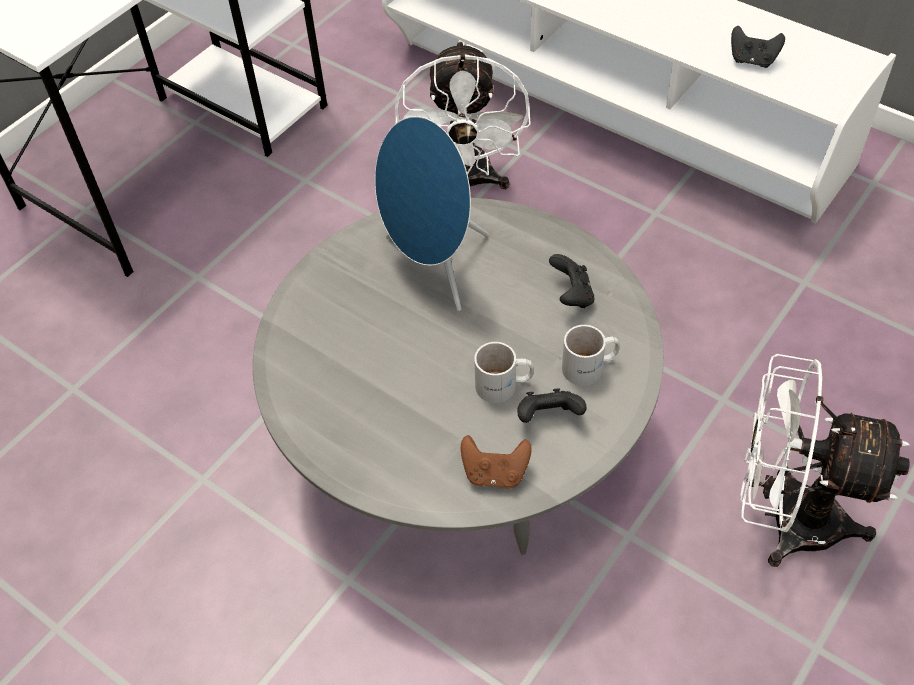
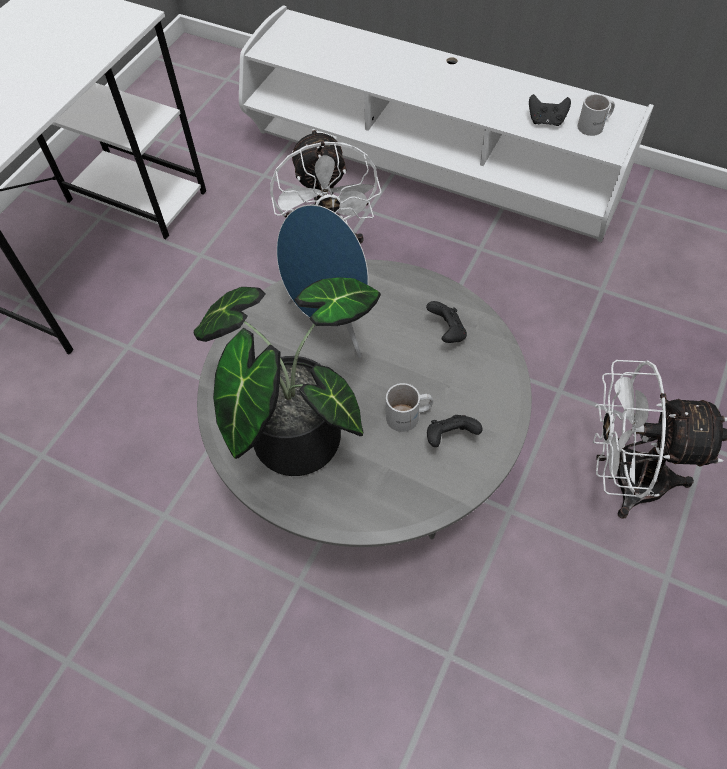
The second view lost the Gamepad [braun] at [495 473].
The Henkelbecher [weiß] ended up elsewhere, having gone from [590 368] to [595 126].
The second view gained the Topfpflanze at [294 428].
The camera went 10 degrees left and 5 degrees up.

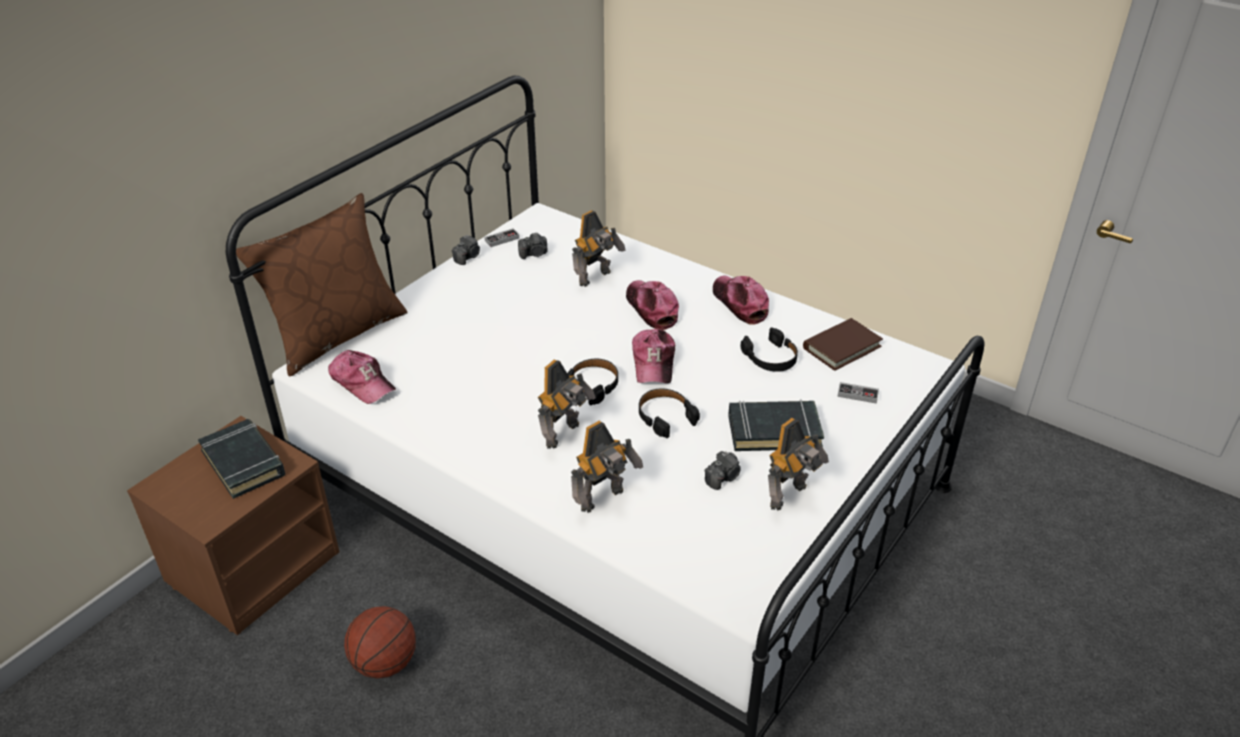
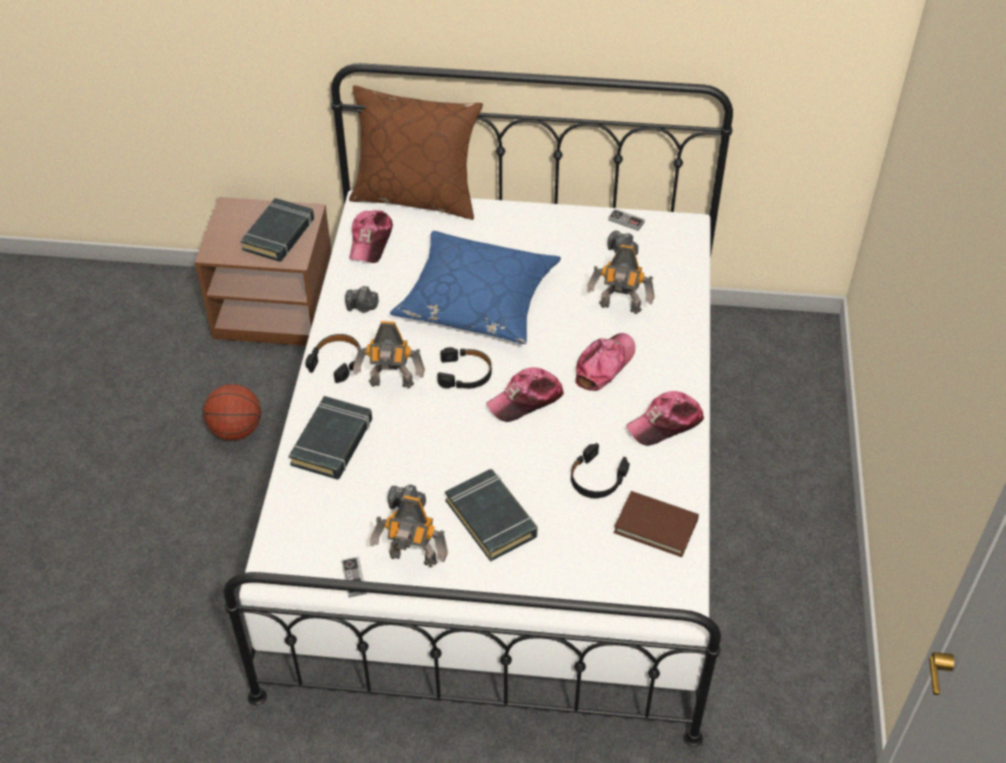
The Kamera ended up elsewhere, having gone from [468 257] to [362 307].
Where the Spielzeugroboter stood at [604 500], the Buch [schwarz] came to stand at [332 442].
The Kopfhörer [schwarz] ended up elsewhere, having gone from [665 417] to [336 361].
The Kappe at [740 303] ended up facing another way, 150 degrees counterclockwise from before.
The Gamepad ended up elsewhere, having gone from [857 394] to [354 578].
The second view gained the Kissen [blau] at [477 300].
The camera went 60 degrees right and 10 degrees up.

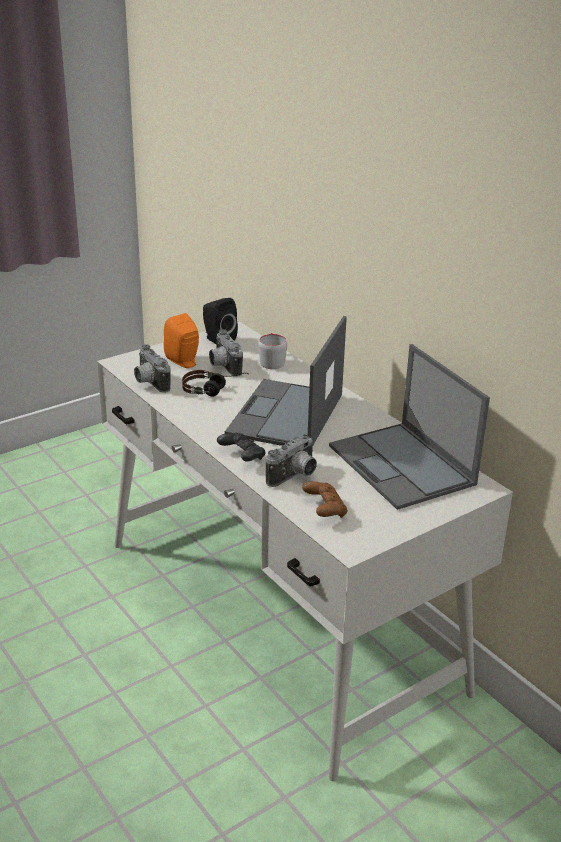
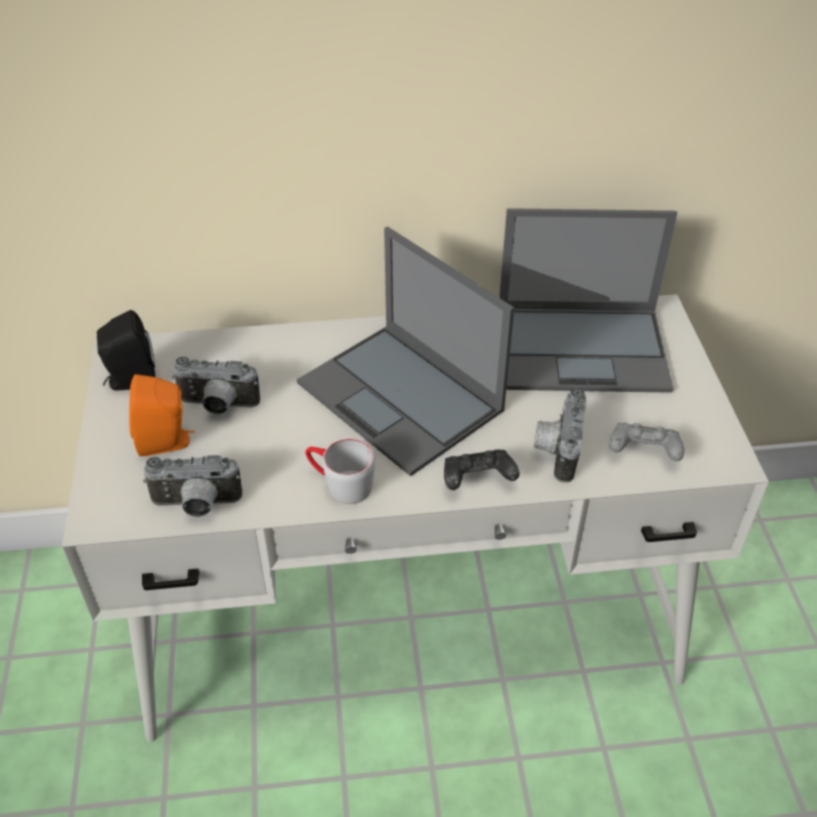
The second view lost the Kopfhörer at [214 390].
The Henkelbecher [grau] ended up elsewhere, having gone from [271 360] to [340 484].
The Kamera at [295 477] ended up facing another way, 150 degrees counterclockwise from before.
What was the Gamepad [braun] at [324 510] turned into the Gamepad [grau] at [643 452].
The camera went 60 degrees left and 15 degrees up.

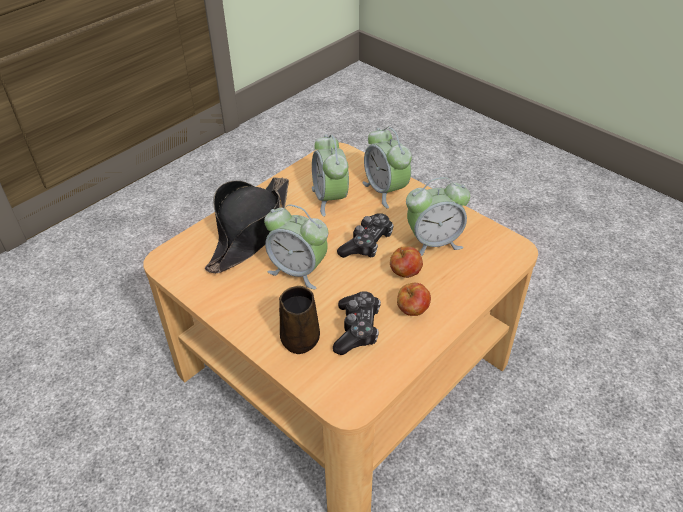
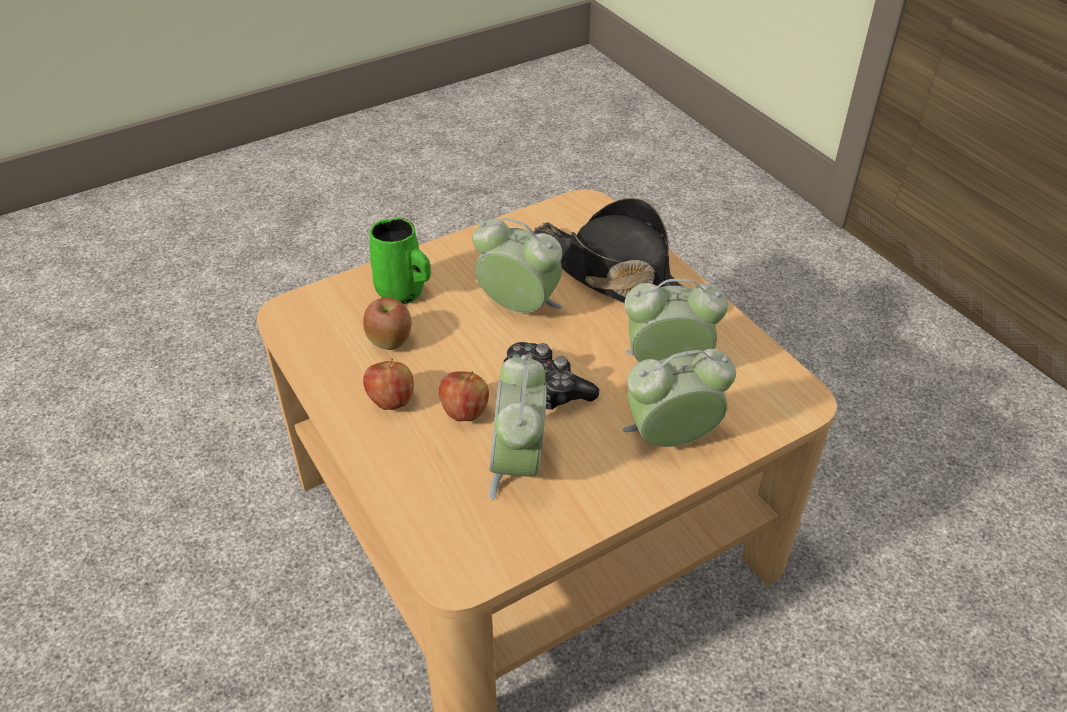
The Wecker at [298 271] ended up facing another way, 75 degrees clockwise from before.
What was the Henkelbecher [braun] at [301 338] turned into the Henkelbecher [grün] at [403 293].
Where the Gamepad stood at [357 329], the Apfel came to stand at [390 341].
The camera went 105 degrees right and 0 degrees up.

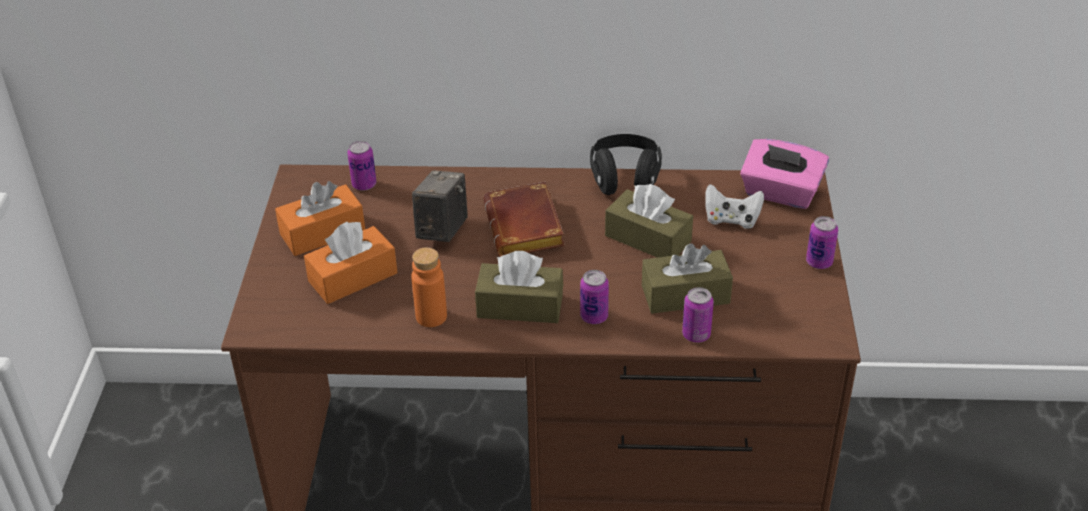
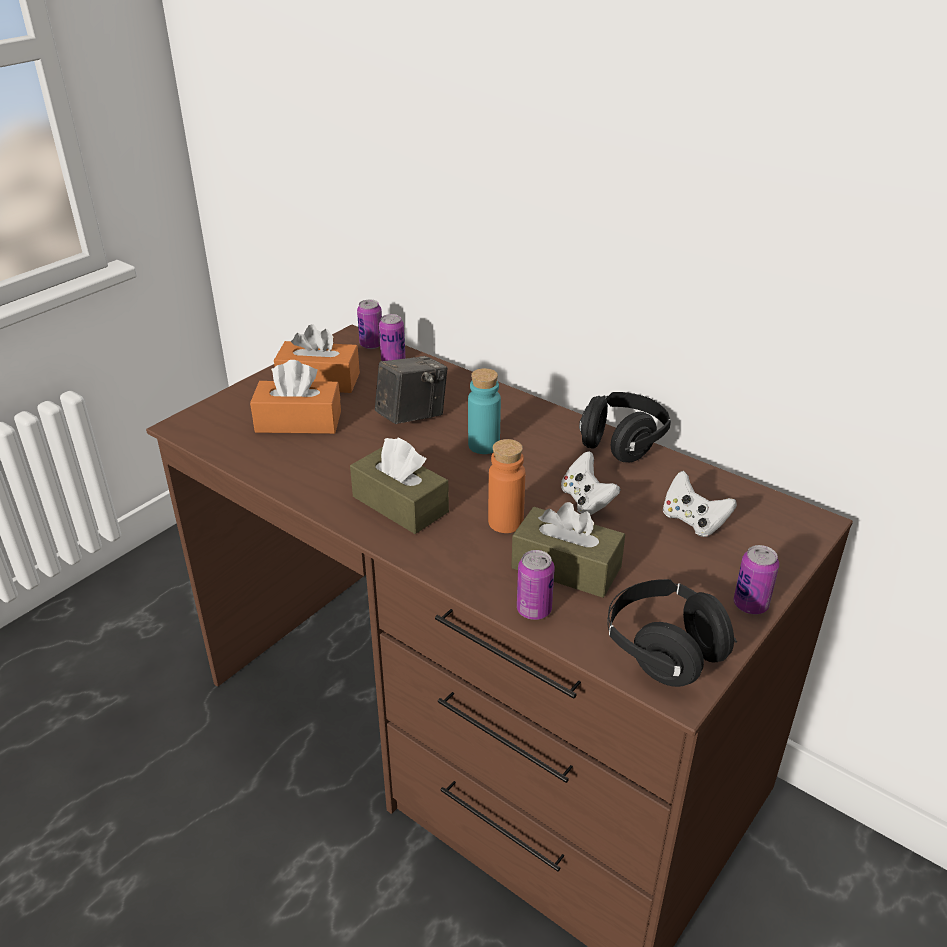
The Flasche [orange] ended up elsewhere, having gone from [431 316] to [505 522].
Where the Buch [braun] stood at [527 228], the Flasche [türkis] came to stand at [484 445].
The Dose ended up elsewhere, having gone from [594 317] to [371 345].
Where the Taschentuchbox [braun] stood at [648 238], the Gamepad [weiß] came to stand at [586 501].
The second view lost the Taschentuchbox [rosa] at [780 193].
The second view gained the Kopfhörer [schwarz] at [663 650].
The camera went 35 degrees right and 5 degrees down.

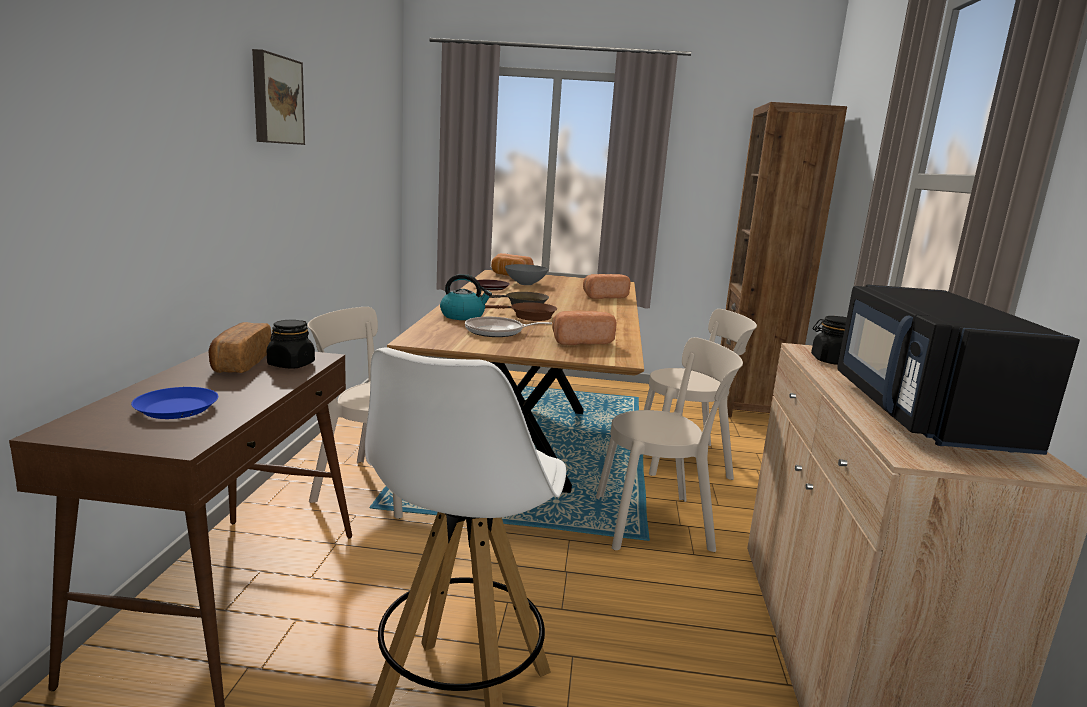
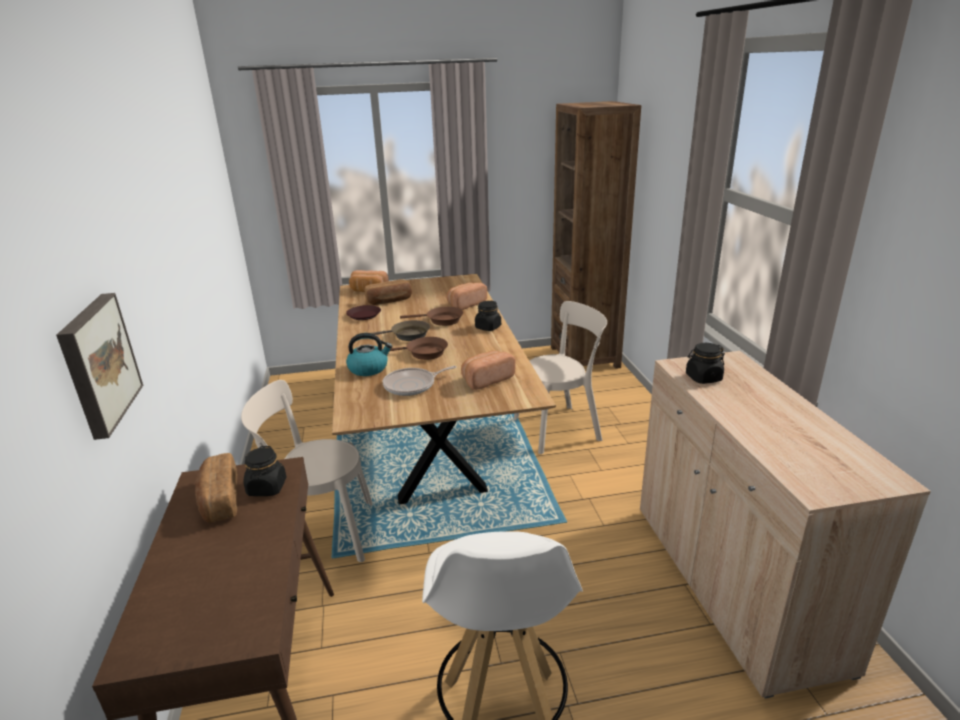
The second view lost the Teller [blau] at [177 409].
The Bild ended up elsewhere, having gone from [275 100] to [97 363].
Where the Schüssel [grau] stood at [525 284], the Brot came to stand at [389 301].
The second view lost the Stuhl [beige] at [659 523].
The second view lost the Mikrowelle [schwarz] at [920 413].
The second view gained the Pfanne [braun] at [441 320].
The second view gained the Vorratsglas [schwarz] at [488 327].
The camera went 15 degrees left and 10 degrees up.

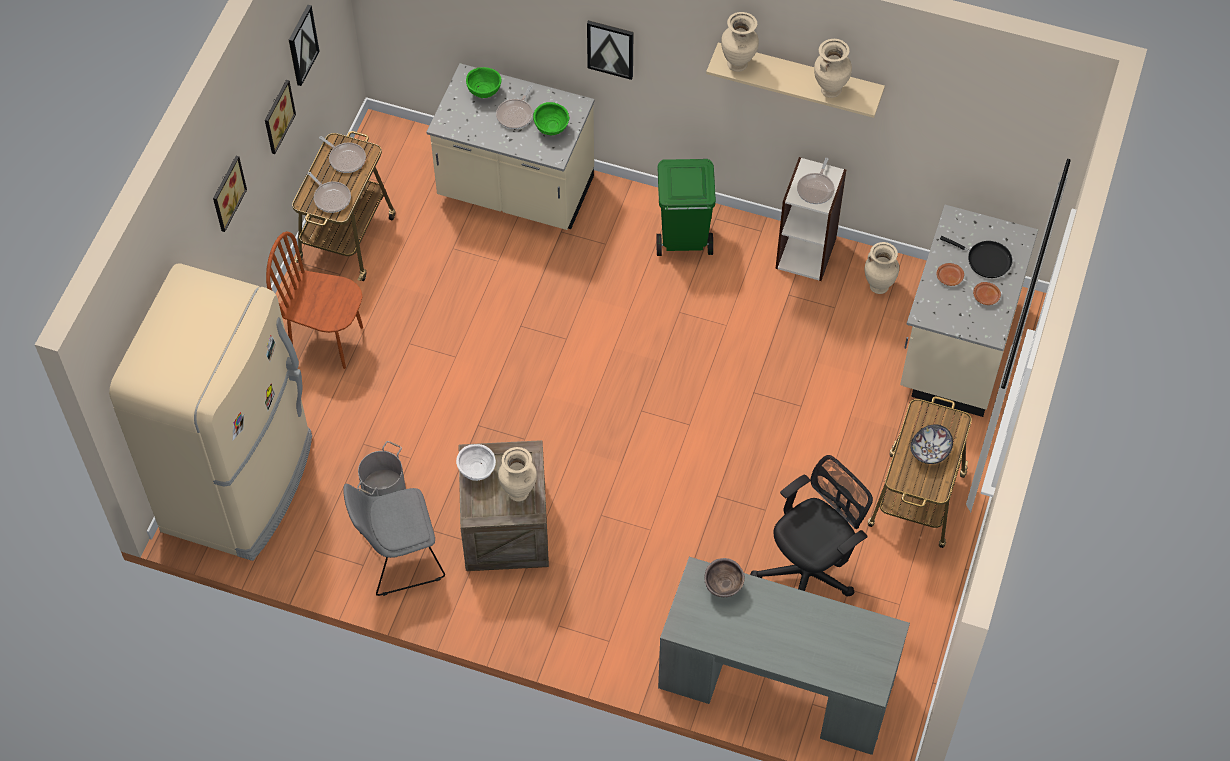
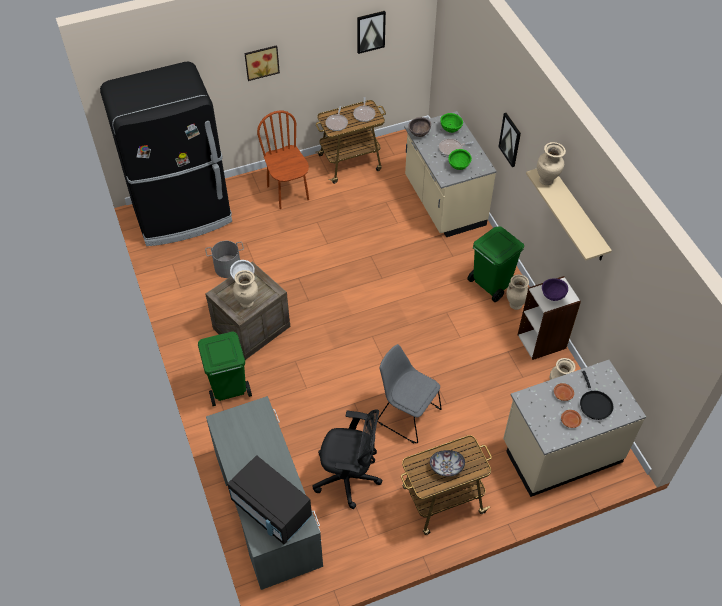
What was the Kühlschrank [beige] at [240 483] turned into the Kühlschrank [schwarz] at [183 215].
The second view lost the Bild at [276 116].
The Stuhl [grau] ended up elsewhere, having gone from [398 557] to [407 414].
The Schüssel [braun] ended up elsewhere, having gone from [723 587] to [419 134].
Where the Pfanne stood at [816 189], the Schüssel [lila] came to stand at [552 296].
The Vase [beige] ended up elsewhere, having gone from [830 90] to [515 304].
The second view gained the Mülleimer [grün] at [228 390].
The second view gained the Mikrowelle [schwarz] at [271 509].
The camera went 50 degrees right and 5 degrees down.

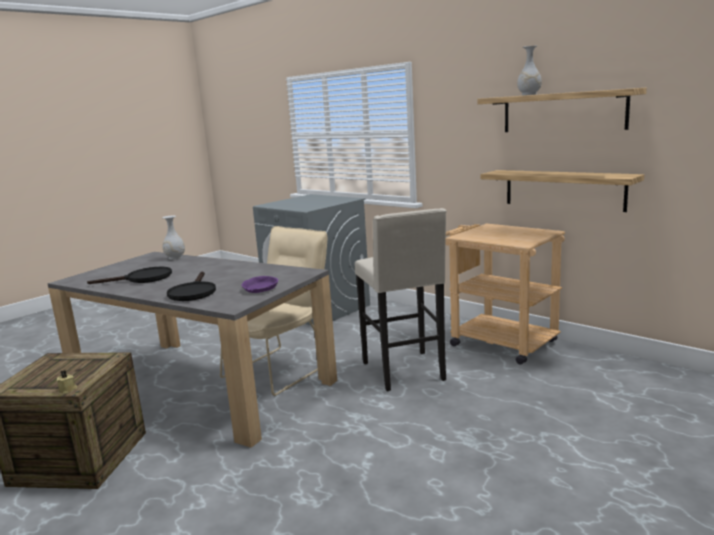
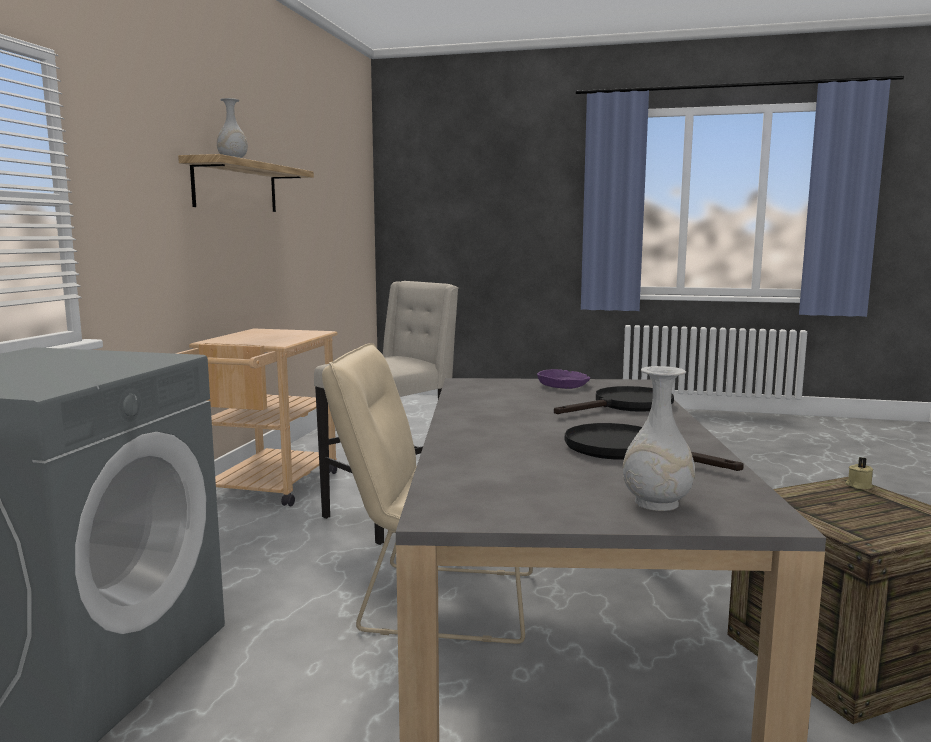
The Vase [weiß] ended up elsewhere, having gone from [175 257] to [656 503].
The second view lost the Wandregal at [563 189].
The camera went 120 degrees left and 5 degrees down.

